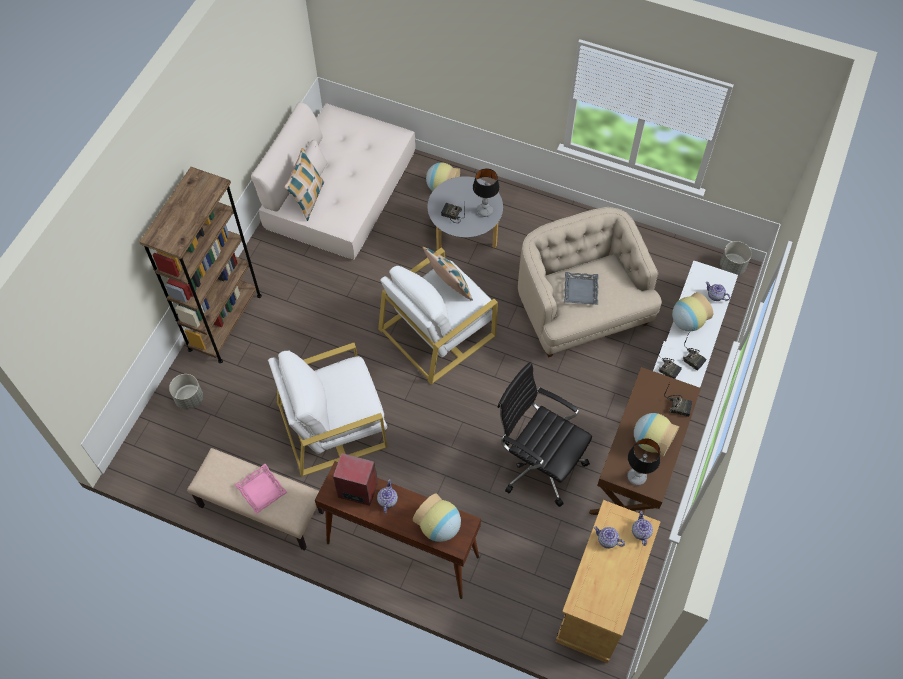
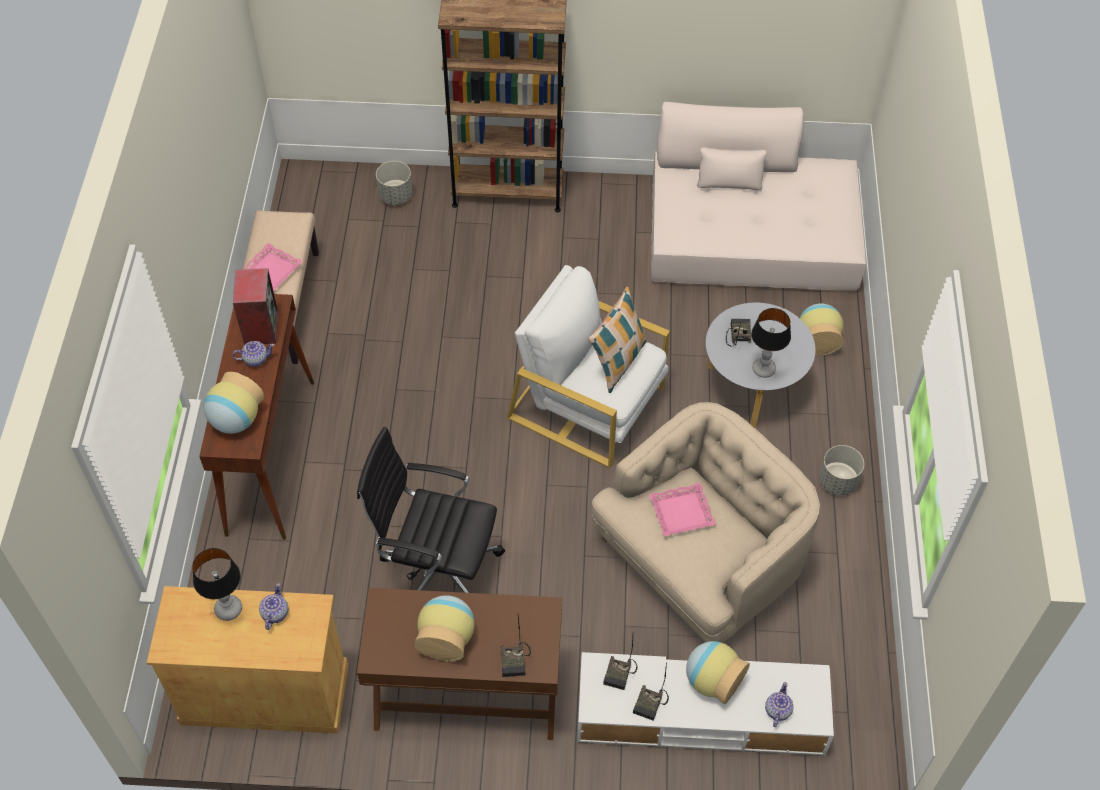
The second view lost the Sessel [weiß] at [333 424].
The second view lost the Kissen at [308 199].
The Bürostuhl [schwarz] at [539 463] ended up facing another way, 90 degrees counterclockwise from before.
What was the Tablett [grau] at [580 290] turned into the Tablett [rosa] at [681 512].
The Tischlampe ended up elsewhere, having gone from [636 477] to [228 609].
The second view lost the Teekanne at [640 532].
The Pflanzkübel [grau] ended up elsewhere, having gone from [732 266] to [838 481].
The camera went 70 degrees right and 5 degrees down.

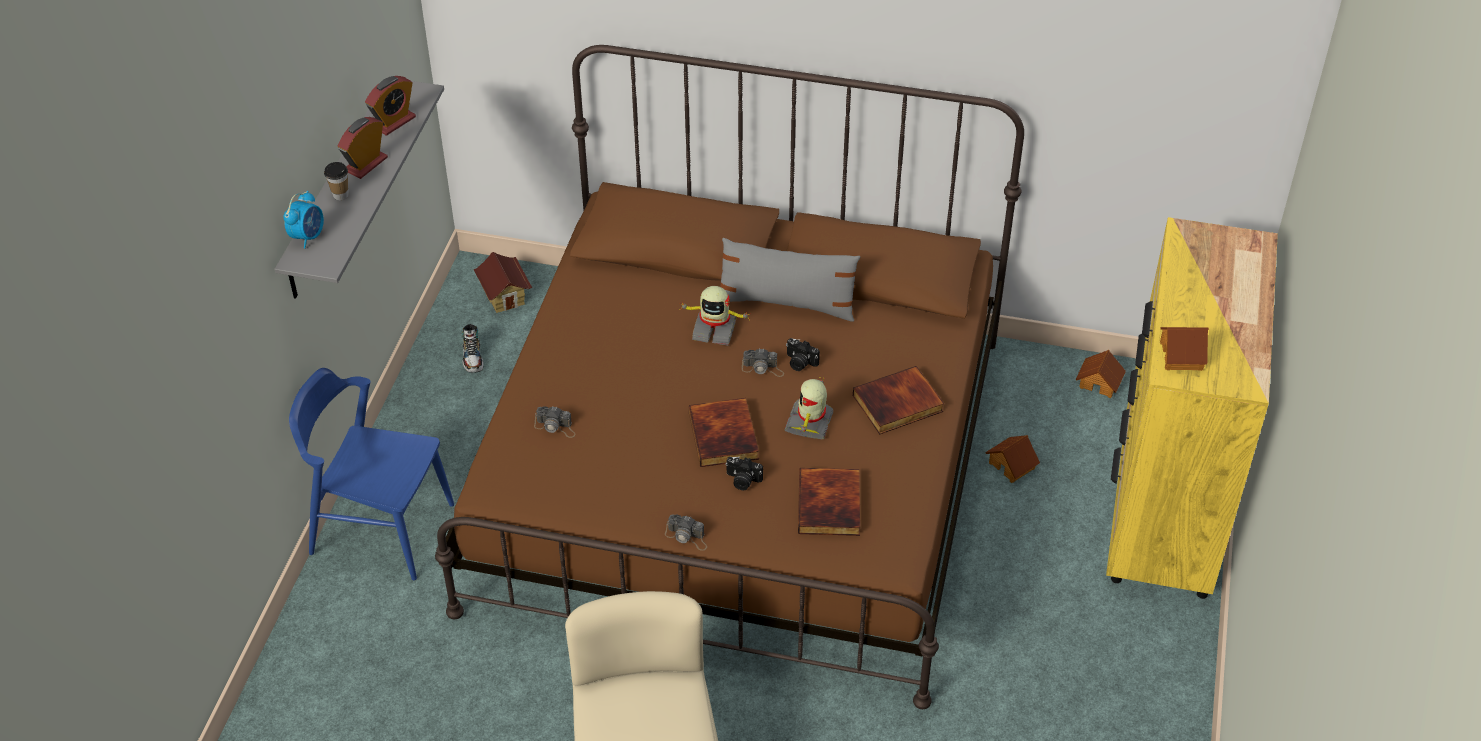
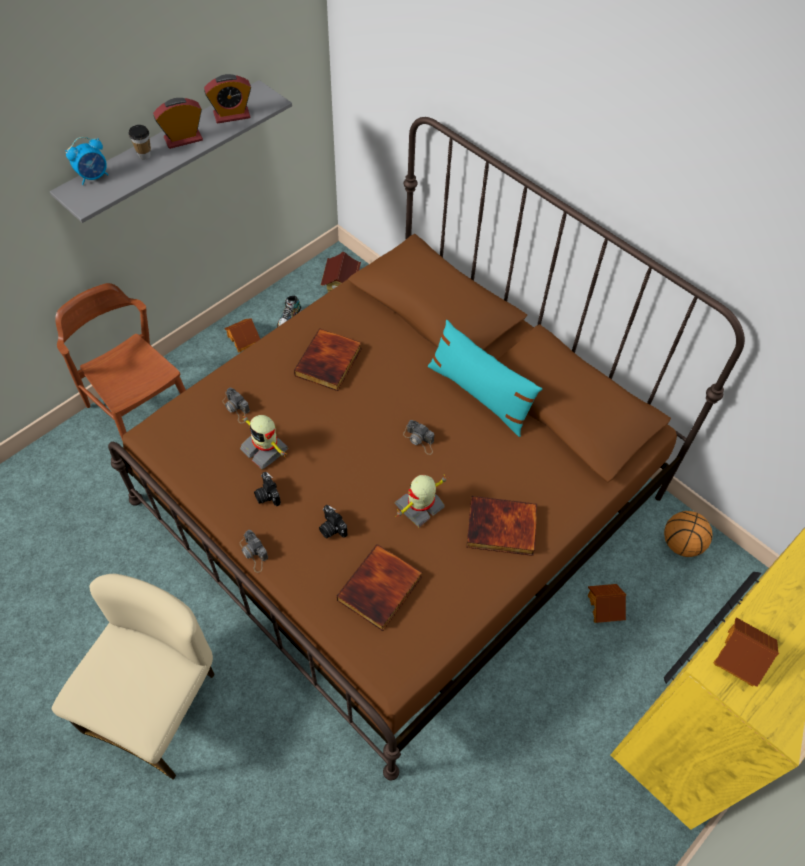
What was the Stuhl [blau] at [381 528] turned into the Stuhl [braun] at [141 412].
The Spielzeugroboter ended up elsewhere, having gone from [714 330] to [265 449].
The Buch ended up elsewhere, having gone from [725 436] to [329 363].
What was the Kissen [grau] at [787 303] turned into the Kissen [türkis] at [479 394].
The Kamera ended up elsewhere, having gone from [799 363] to [266 495].
The Spielzeughaus ended up elsewhere, having gone from [1099 382] to [244 339].
The second view gained the Basketball at [682 544].
The camera went 30 degrees right and 10 degrees up.

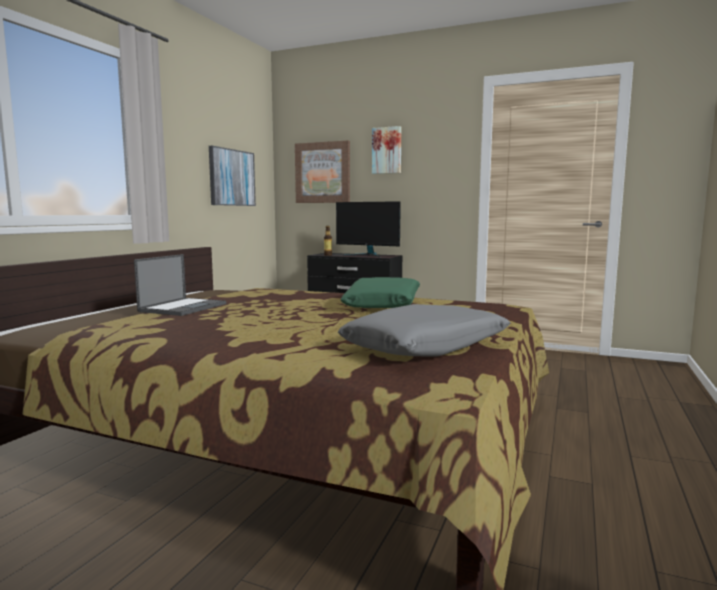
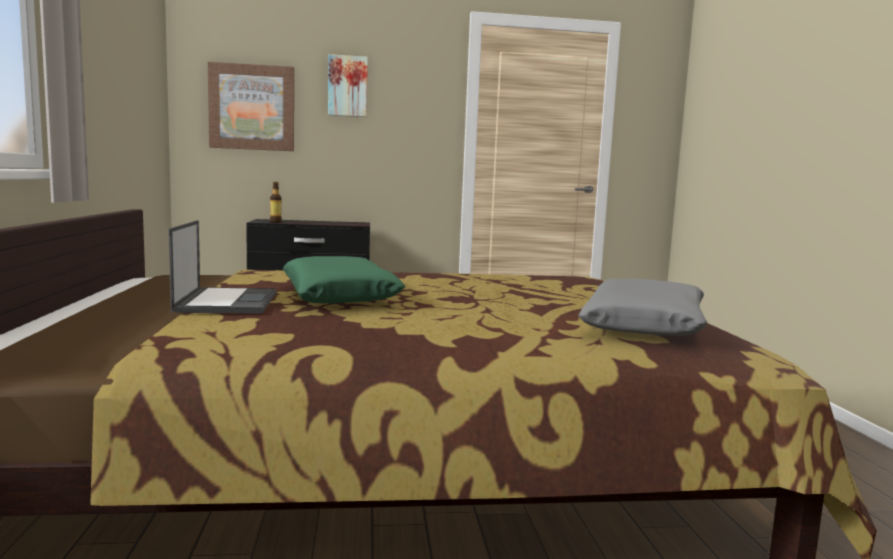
The second view lost the Bild at [231 177].
The second view lost the Monitor at [368 255].
The Kissen [grün] ended up elsewhere, having gone from [384 304] to [339 296].
The camera went 30 degrees left and 0 degrees up.

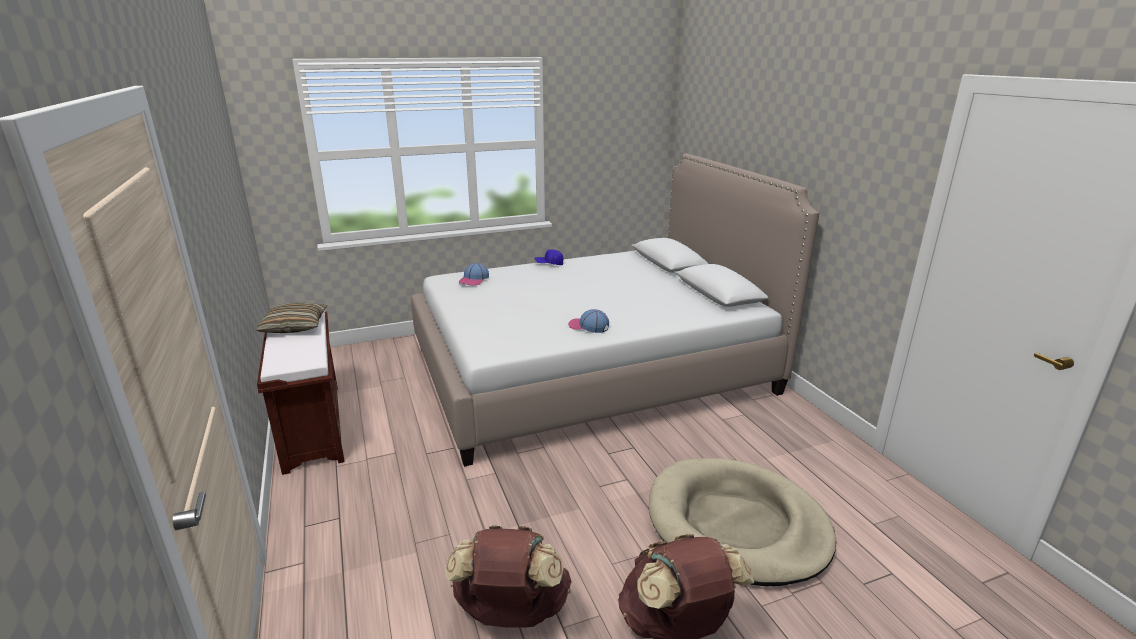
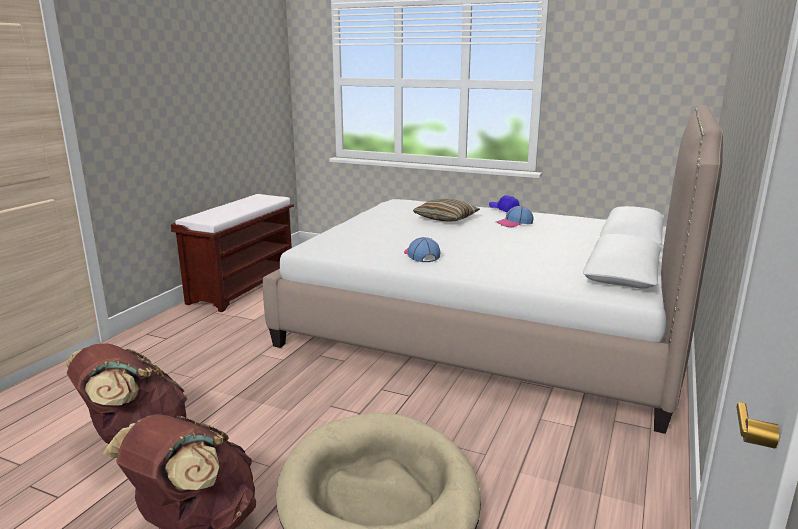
The Kissen ended up elsewhere, having gone from [294 326] to [446 218].
The Kappe ended up elsewhere, having gone from [474 280] to [514 223].
The camera went 45 degrees right and 5 degrees down.

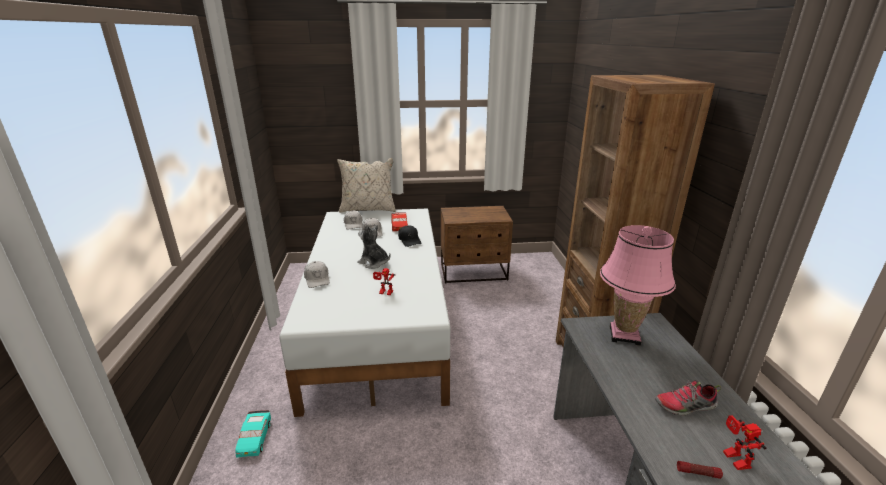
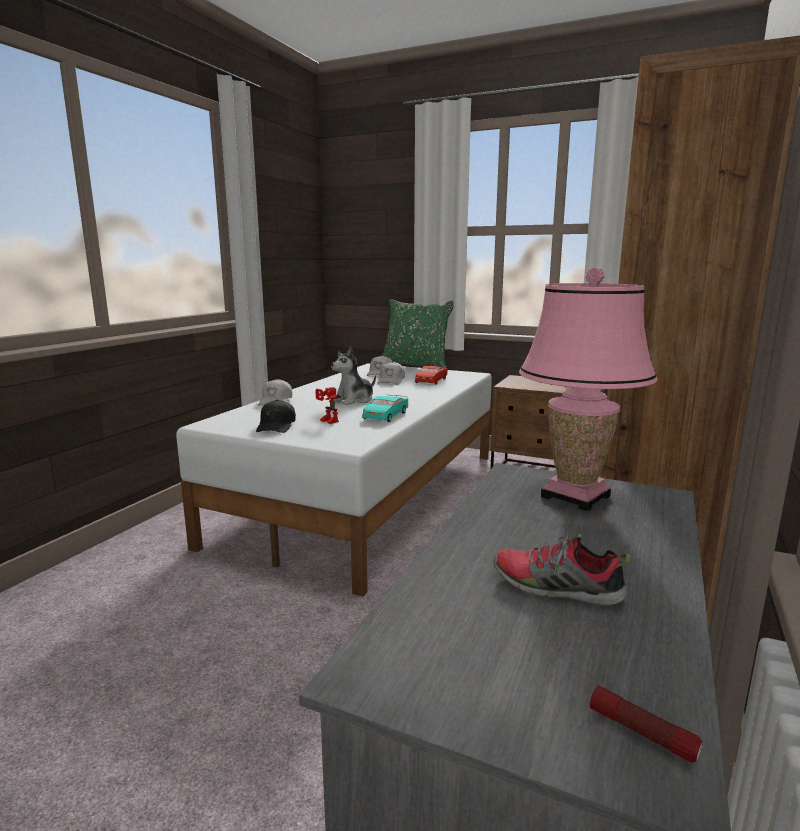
The Spielzeugauto [türkis] ended up elsewhere, having gone from [254 438] to [385 415].
What was the Kissen [beige] at [368 209] turned into the Kissen [grün] at [415 366].
The Plüschtier at [374 263] ended up facing another way, 105 degrees counterclockwise from before.
The Kappe [schwarz] ended up elsewhere, having gone from [409 240] to [276 426].
The Taschenlampe ended up elsewhere, having gone from [698 473] to [642 733].
The second view lost the Spielzeugroboter at [732 458].
The camera went 30 degrees right and 10 degrees down.

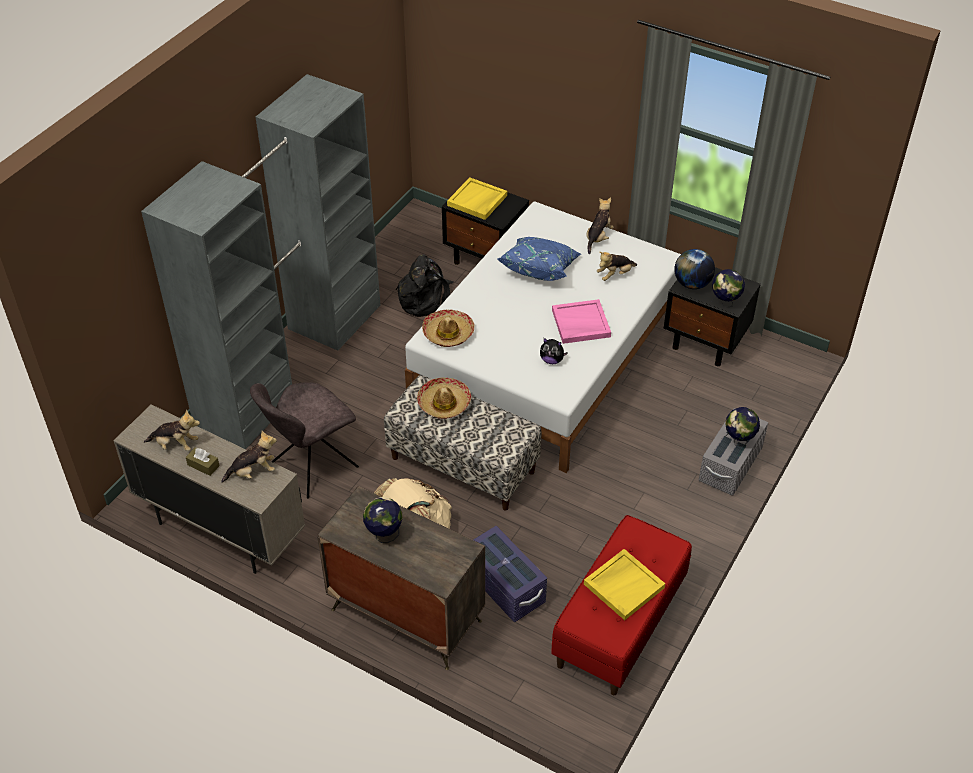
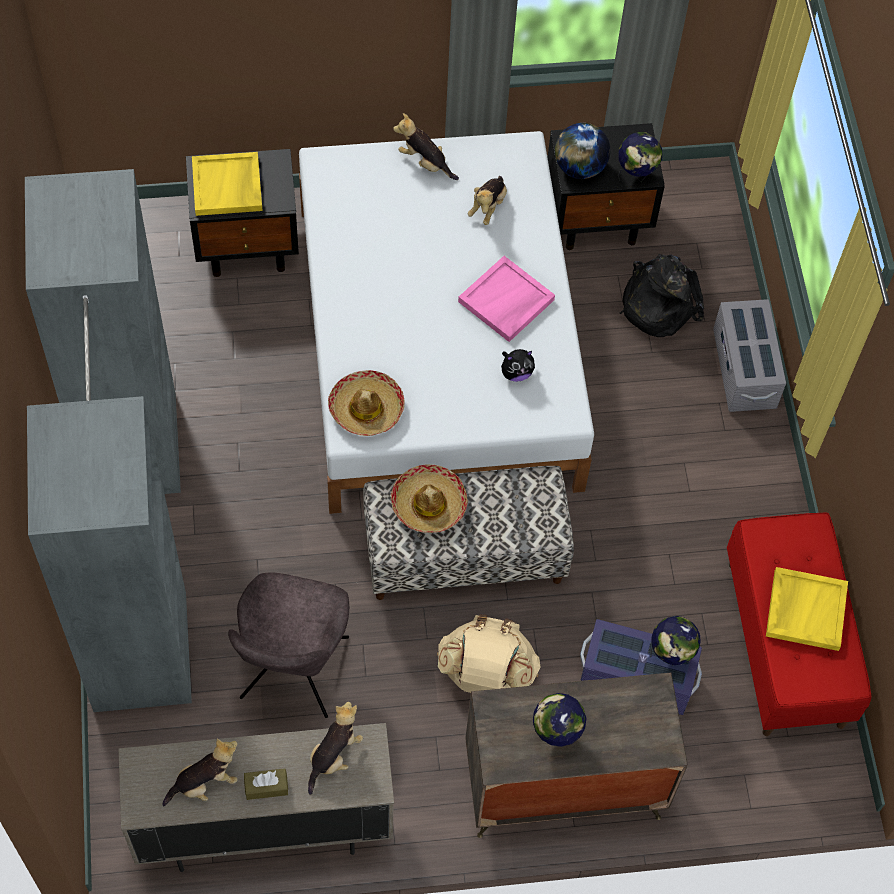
The Rucksack [schwarz] ended up elsewhere, having gone from [426 299] to [657 304].
The second view lost the Kissen [blau] at [540 268].
The Plüschtier at [598 238] ended up facing another way, 45 degrees counterclockwise from before.
The Globus ended up elsewhere, having gone from [738 441] to [670 655].
The camera went 40 degrees left and 15 degrees up.

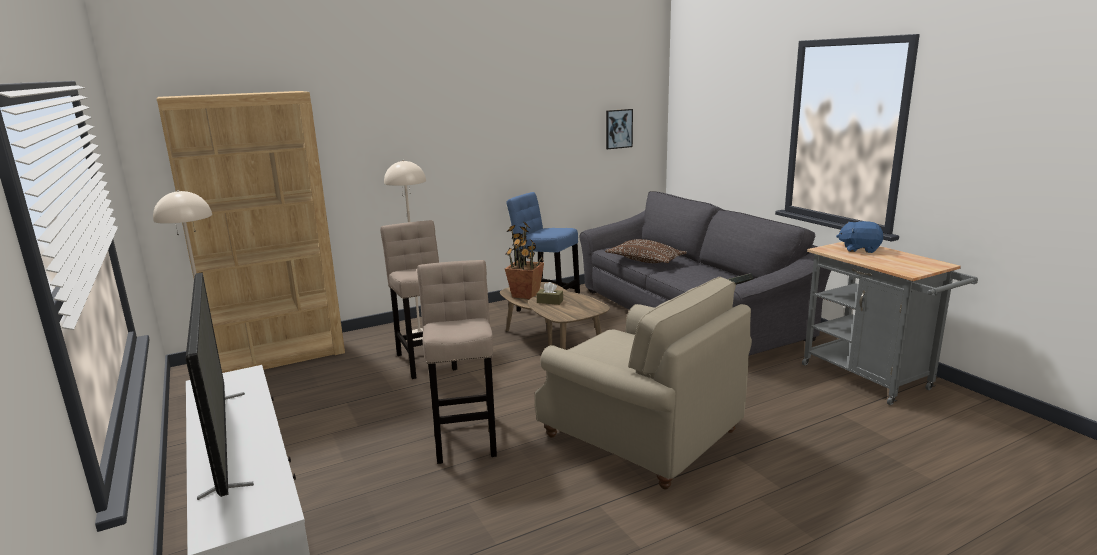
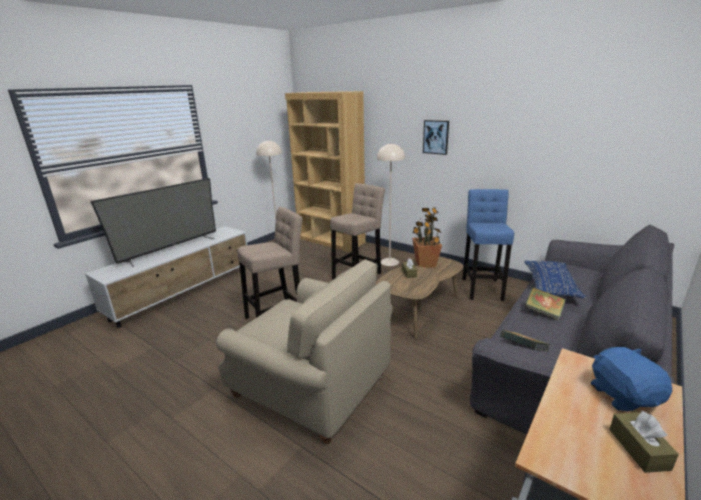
The Sessel [beige] at [641 434] ended up facing another way, 75 degrees counterclockwise from before.
What was the Kissen [braun] at [645 261] turned into the Kissen [blau] at [550 286].
The Bild ended up elsewhere, having gone from [618 129] to [436 137].
The second view gained the Buch at [543 312].
The second view gained the Taschentuchbox [braun] at [638 449].
The camera went 65 degrees right and 5 degrees up.

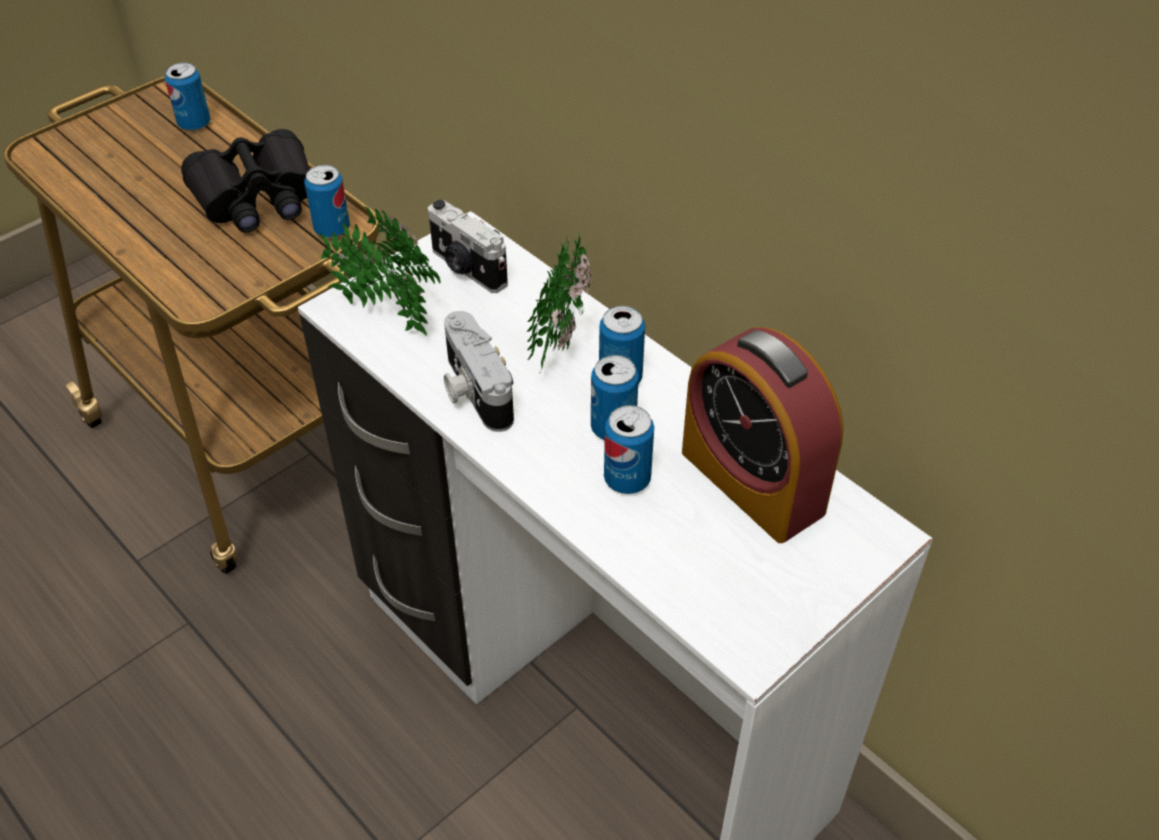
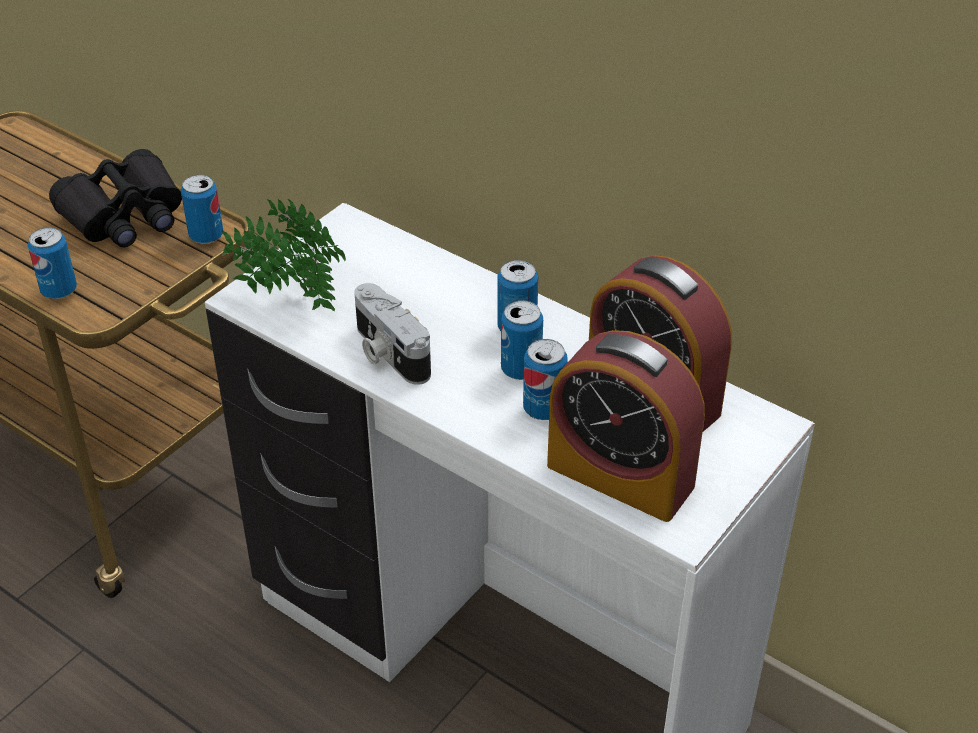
The Dose ended up elsewhere, having gone from [194 123] to [59 290].
The second view lost the Kamera at [467 269].
The second view lost the Topfpflanze at [560 337].
The second view gained the Wecker at [620 475].
The camera went 10 degrees left and 5 degrees down.

